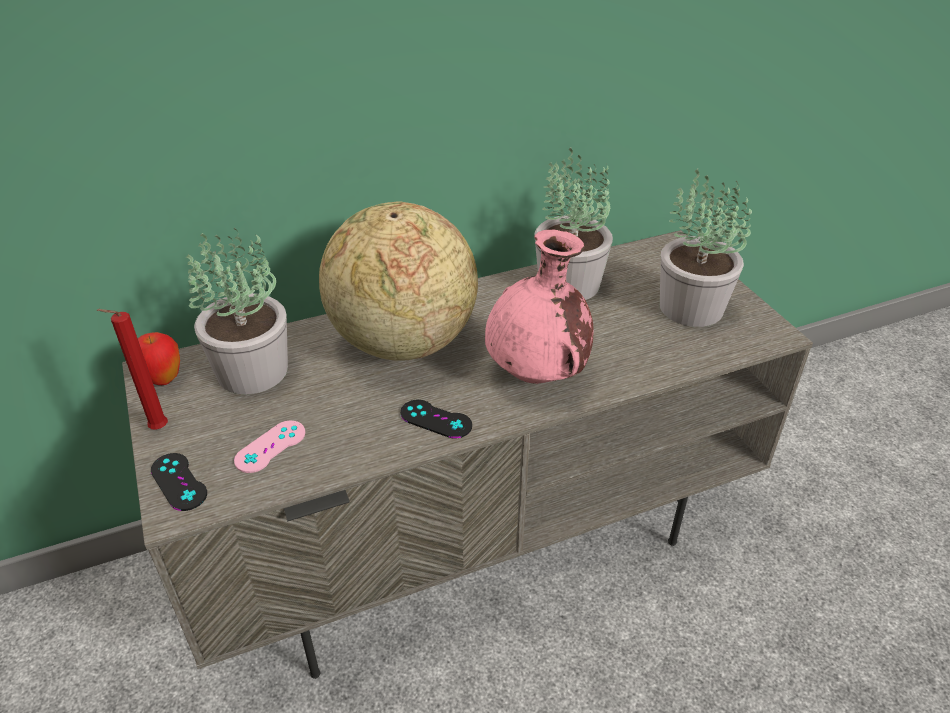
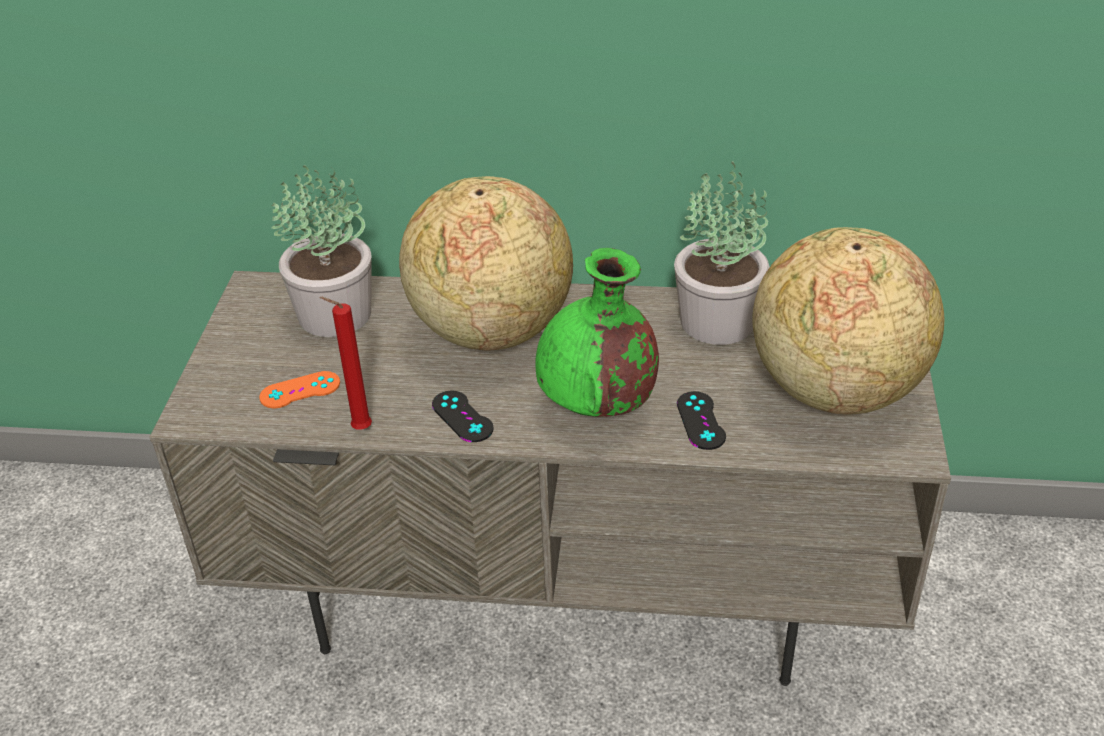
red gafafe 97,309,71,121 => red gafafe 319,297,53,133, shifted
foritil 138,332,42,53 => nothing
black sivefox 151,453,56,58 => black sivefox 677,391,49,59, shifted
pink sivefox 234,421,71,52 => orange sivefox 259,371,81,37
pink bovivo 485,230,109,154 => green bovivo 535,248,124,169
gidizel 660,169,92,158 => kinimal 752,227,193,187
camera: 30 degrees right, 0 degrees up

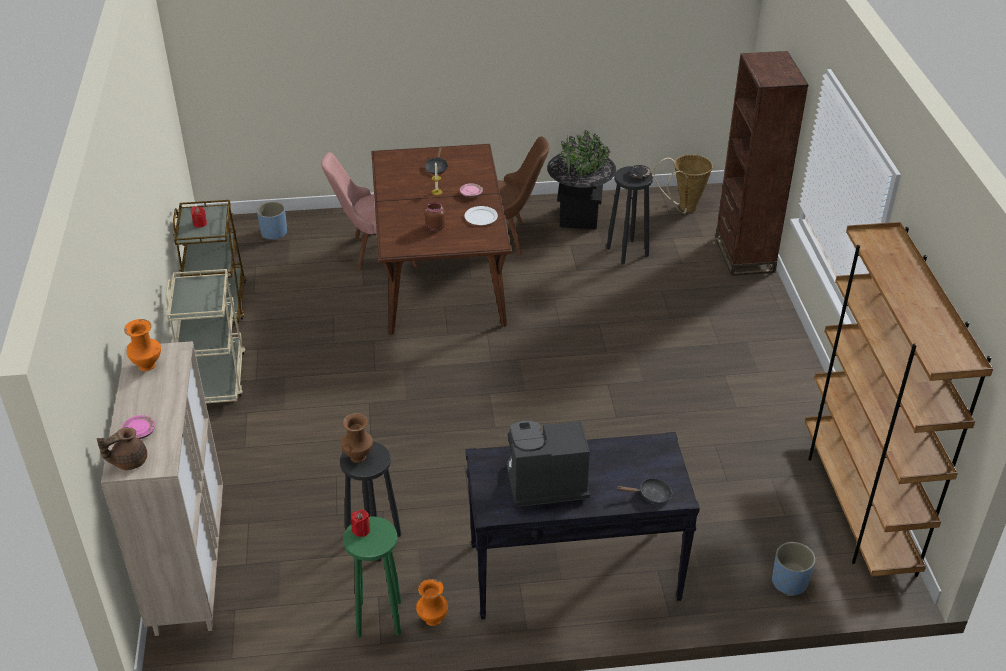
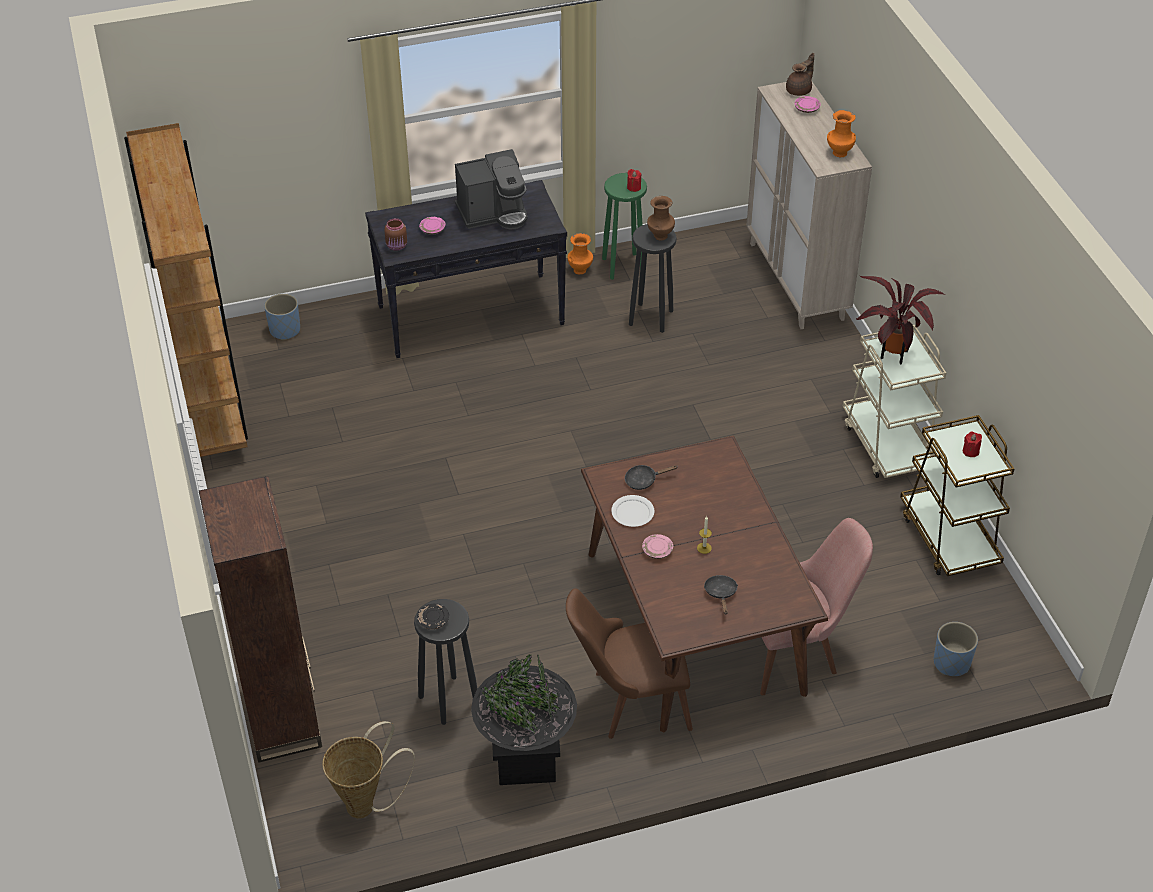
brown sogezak 425,202,20,29 => brown sogezak 384,218,23,33, shifted
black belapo 616,478,56,26 => black belapo 625,465,52,25, shifted
nothing => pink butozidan 419,217,26,18
nothing => gidizel 856,276,89,89
camera: 170 degrees right, 5 degrees up

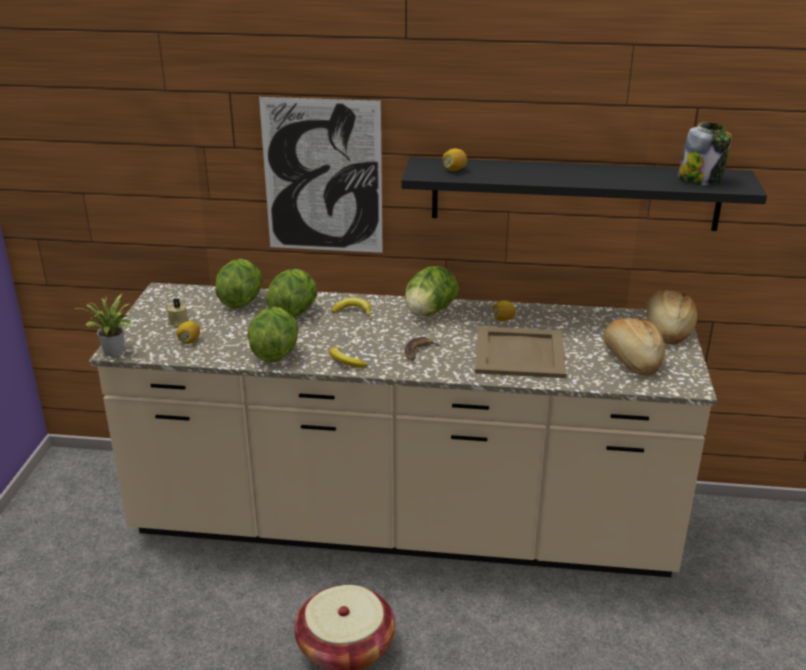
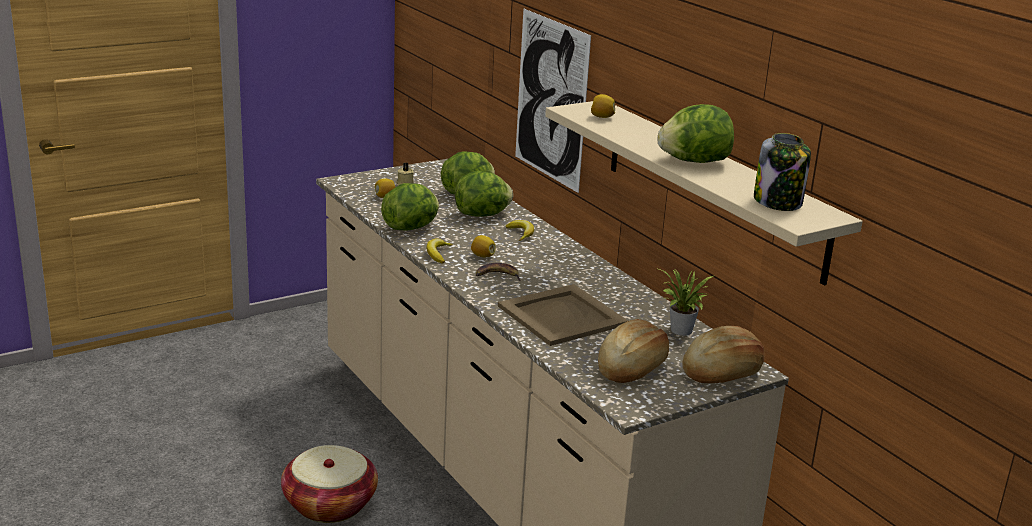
gidizel 75,293,57,63 => gidizel 656,268,57,68, shifted
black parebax 401,157,366,74 => beige parebax 545,101,318,184
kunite 405,266,54,50 => kunite 658,104,76,59, shifted
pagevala 493,301,23,20 => pagevala 471,235,25,22, shifted
camera: 50 degrees right, 5 degrees down

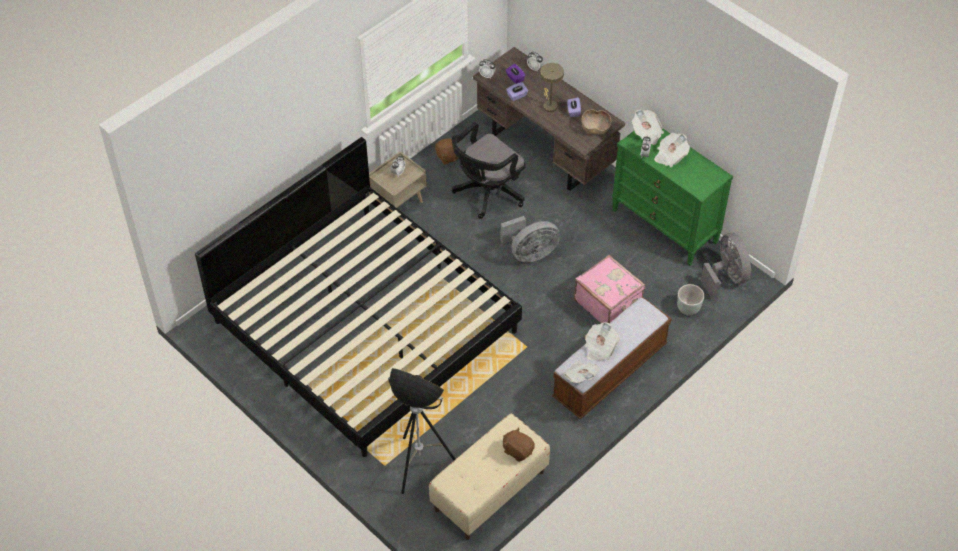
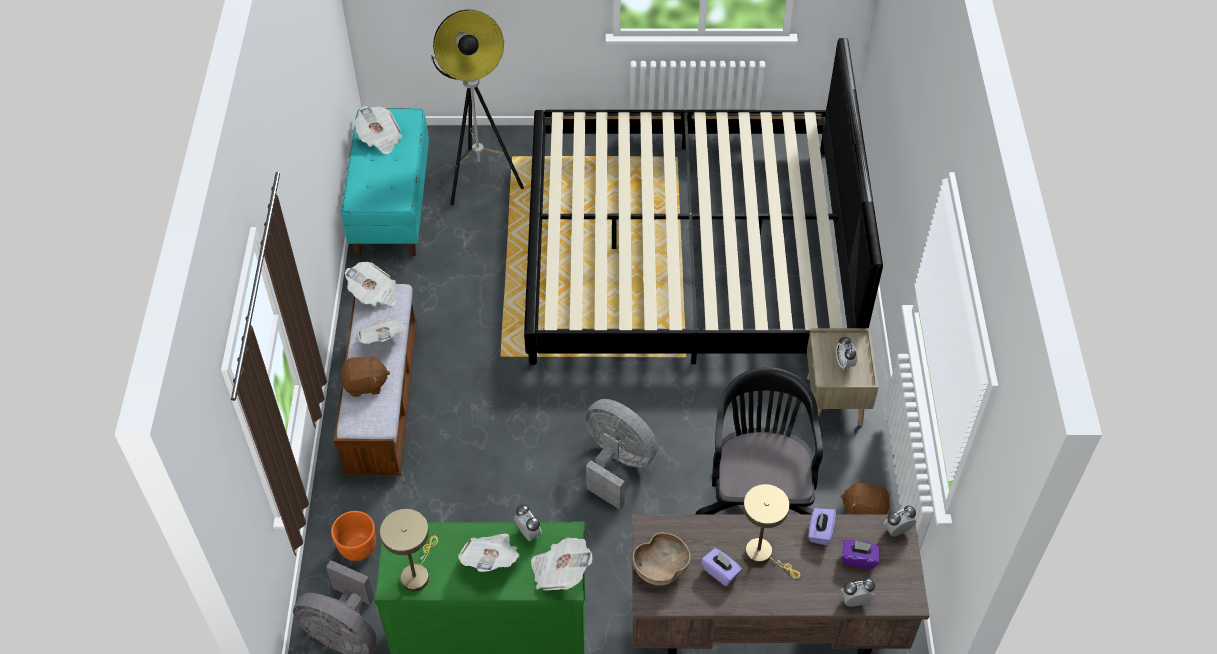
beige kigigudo 429,414,121,126 => turquoise kigigudo 342,108,87,148
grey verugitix 500,216,60,47 => grey verugitix 585,399,73,110, 105 degrees clockwise
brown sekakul 503,427,32,35 => brown sekakul 340,352,50,45, shifted
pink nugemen 574,255,71,68 => nothing
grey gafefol 677,284,27,31 => orange gafefol 331,511,45,50
nothing => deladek 354,106,49,48
nothing => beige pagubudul 380,509,58,82
camera: 135 degrees right, 0 degrees up

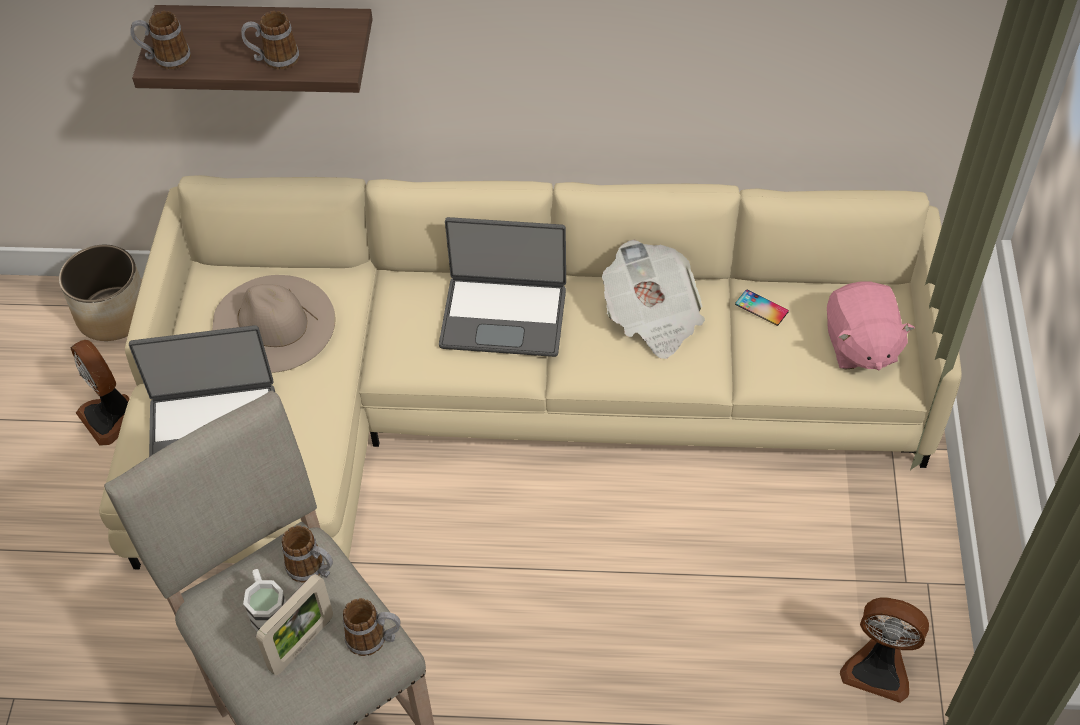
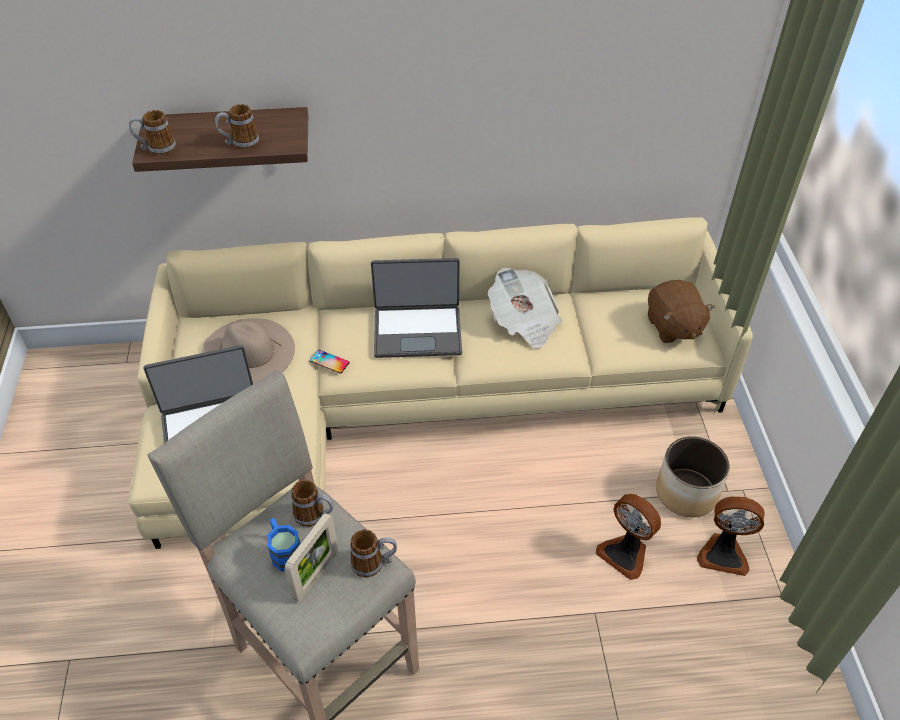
gafefol 59,245,83,96 => gafefol 656,436,74,81, shifted
verugitix 71,340,59,106 => verugitix 596,494,65,86, shifted
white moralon 243,569,43,63 => blue moralon 267,518,33,54
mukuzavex 735,290,54,36 => mukuzavex 310,350,40,24, shifted
pink sekakul 827,281,88,89 => brown sekakul 648,280,67,63
camera: 10 degrees left, 5 degrees down

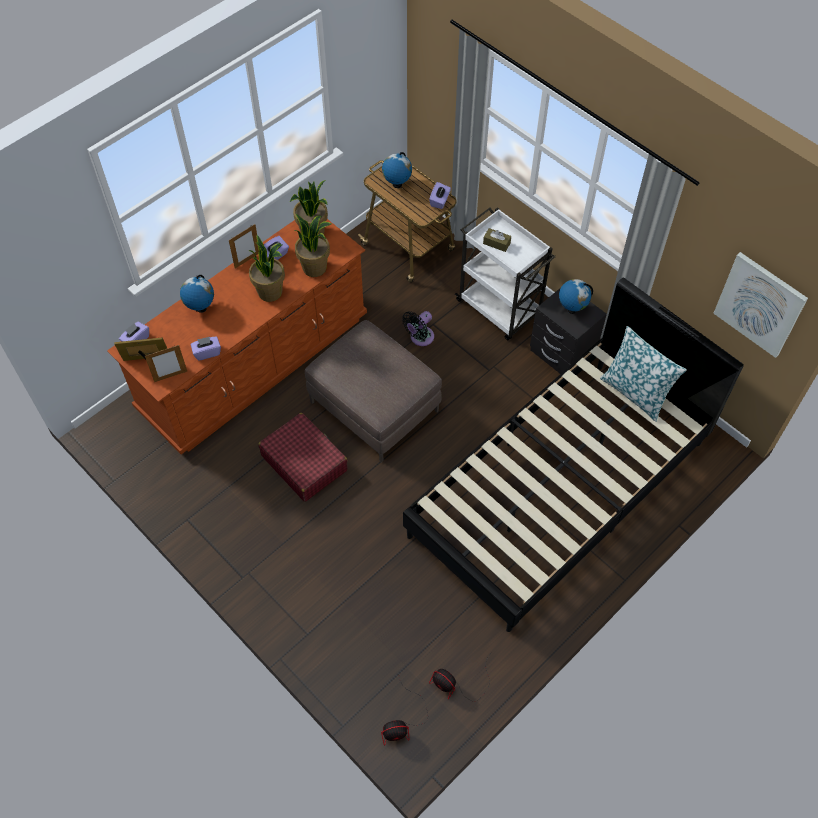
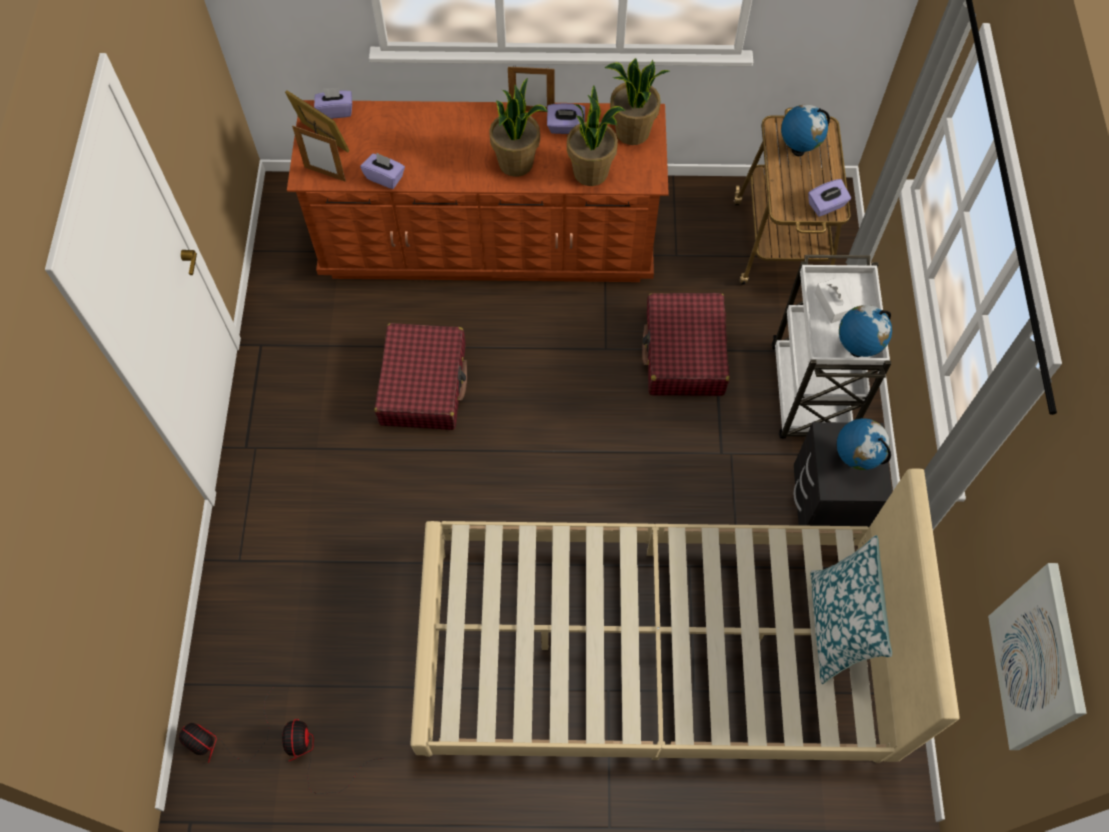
kinimal 180,275,34,38 => kinimal 839,305,53,52, shifted
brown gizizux 305,320,137,143 => nothing
black verugitix 402,311,32,35 => red nugemen 642,293,87,103
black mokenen 403,277,341,355 => beige mokenen 410,469,550,294
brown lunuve 483,228,28,24 => white lunuve 815,278,38,45
camera: 45 degrees right, 5 degrees up

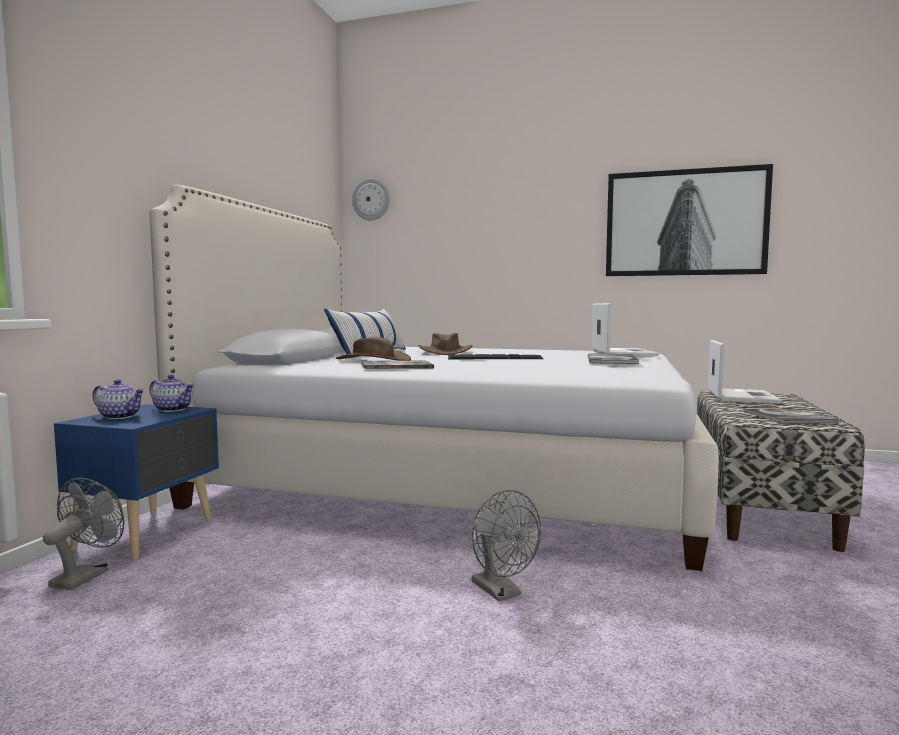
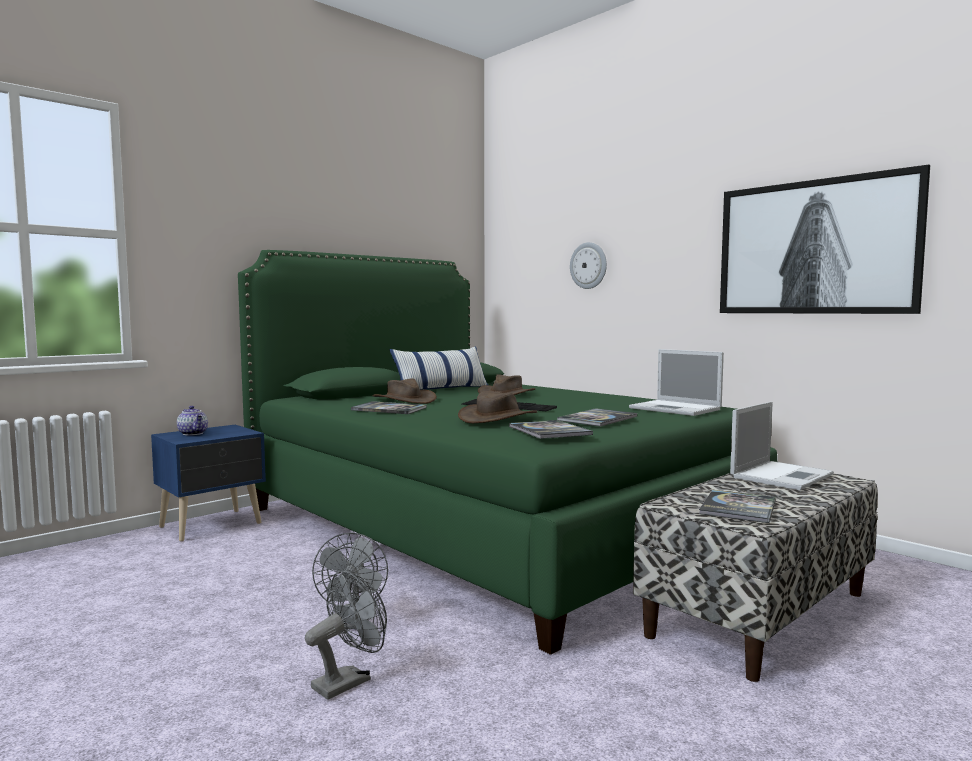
grey verugitix 43,478,81,112 => grey verugitix 305,571,82,129, shifted
white mokenen 150,185,569,386 => green mokenen 238,250,539,405
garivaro 150,375,44,37 => nothing
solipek 352,178,38,42 => solipek 570,242,37,47, shifted
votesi 591,303,68,53 => votesi 629,349,95,67, 105 degrees clockwise
nothing => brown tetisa 458,391,79,32
nothing => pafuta 509,420,84,19
camera: 30 degrees right, 0 degrees up

